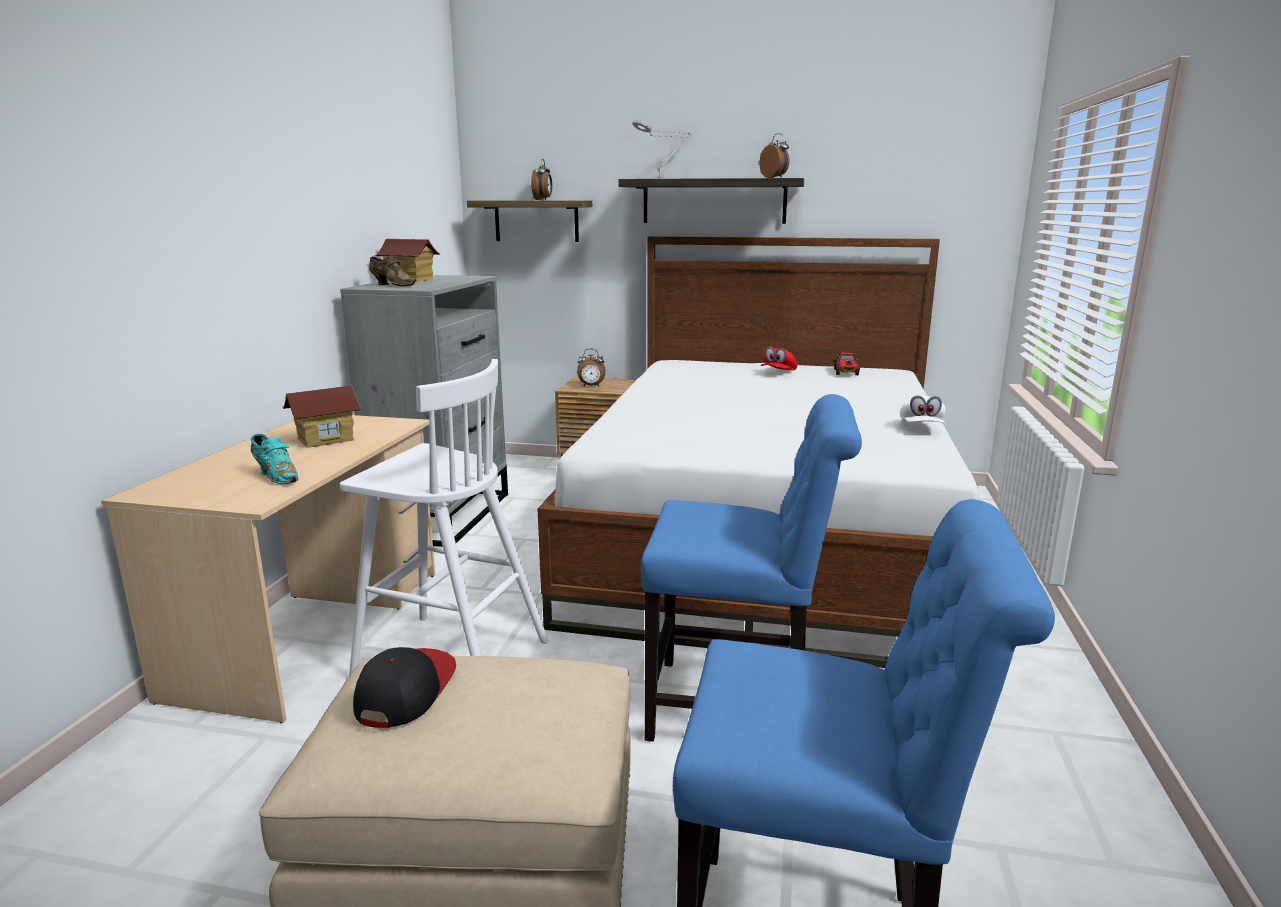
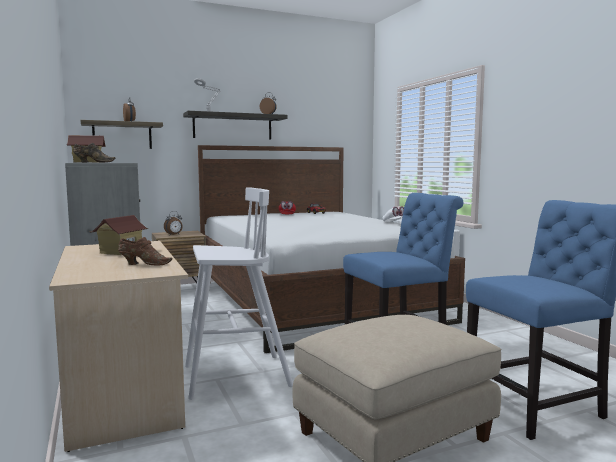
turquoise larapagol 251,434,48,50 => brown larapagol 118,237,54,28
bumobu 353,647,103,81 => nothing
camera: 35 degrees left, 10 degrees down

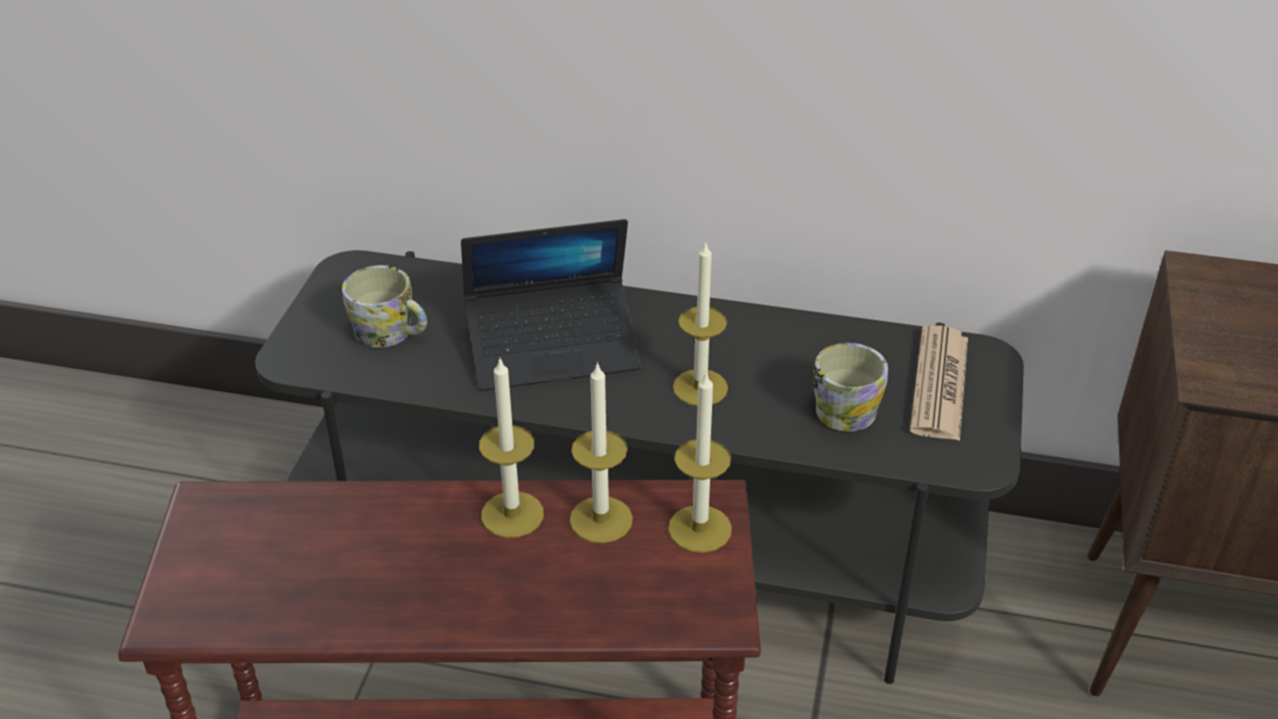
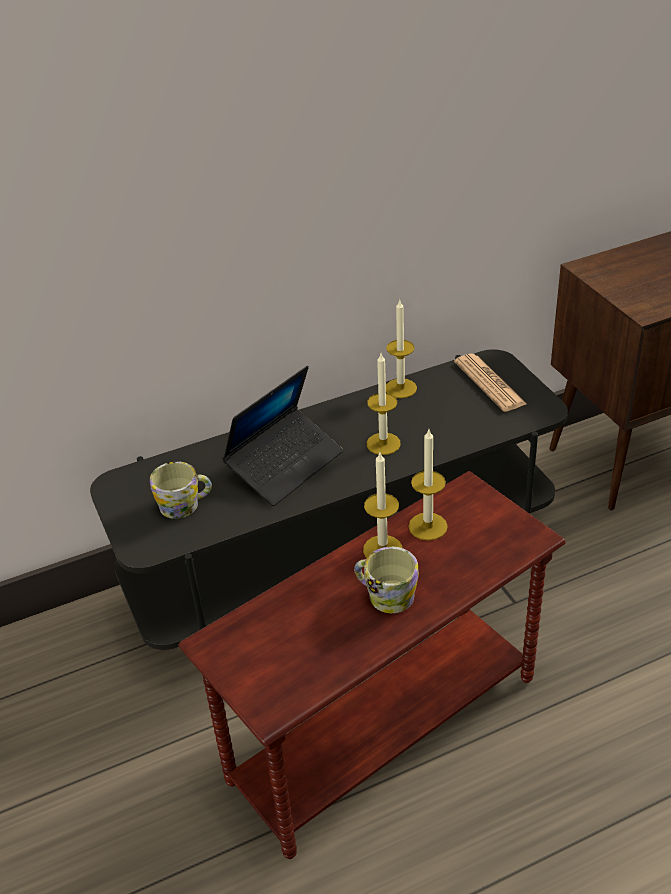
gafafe 668,371,64,182 => gafafe 386,300,31,98, shifted
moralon 814,343,74,89 => moralon 354,547,65,66, shifted
camera: 35 degrees left, 0 degrees up

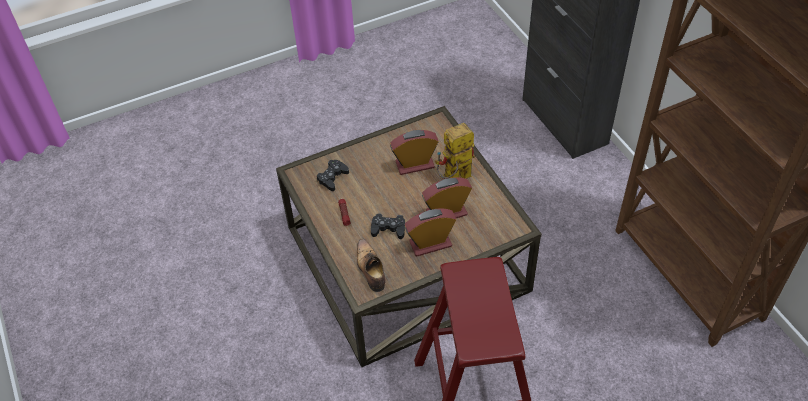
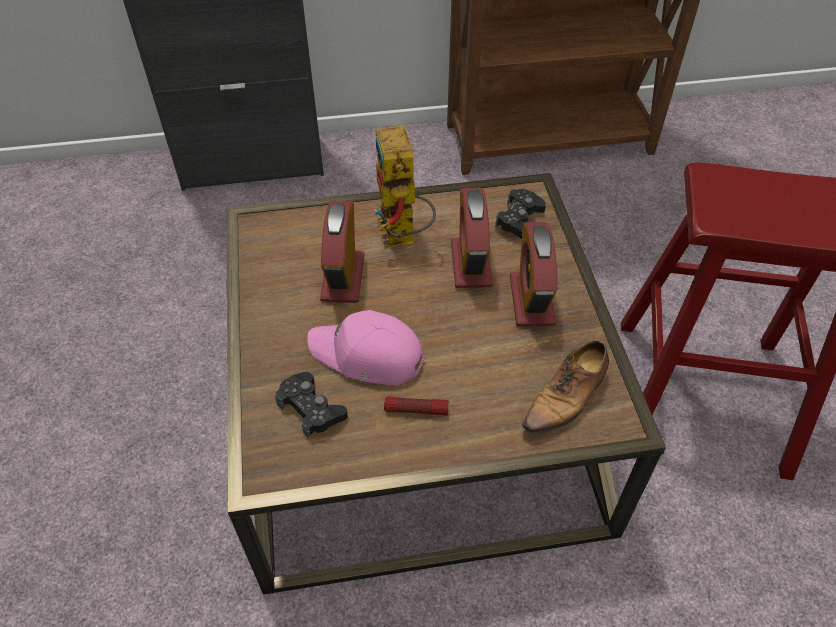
larapagol 357,239,28,53 => larapagol 522,340,87,99, 45 degrees counterclockwise
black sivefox 371,213,34,26 => black sivefox 495,189,51,50, shifted
nothing => pink bumobu 307,310,118,75
camera: 75 degrees left, 0 degrees up

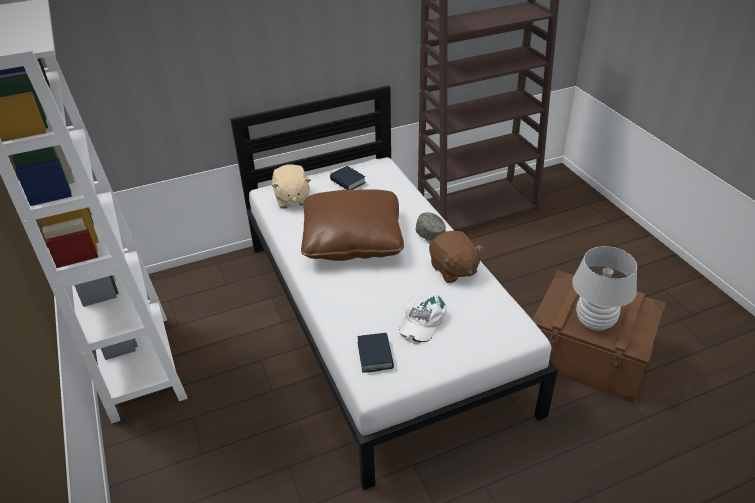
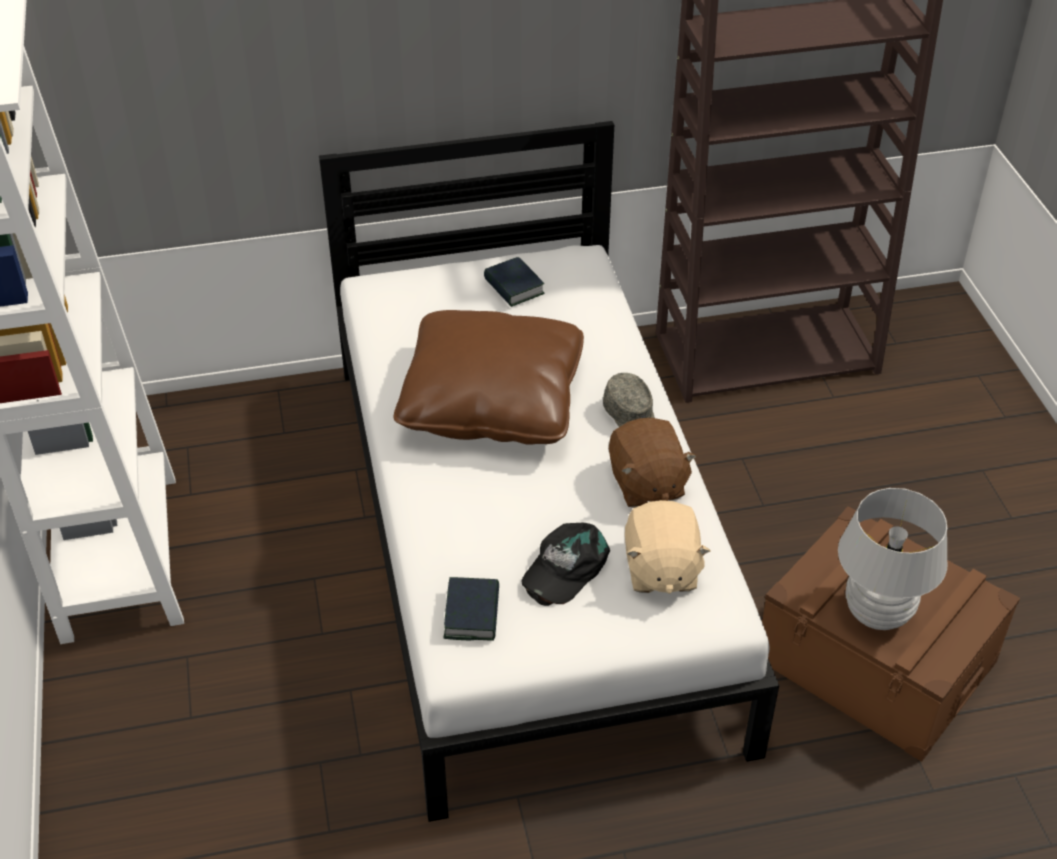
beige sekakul 272,164,39,44 => beige sekakul 625,500,86,94, shifted
white bumobu 399,293,48,51 => black bumobu 521,523,89,83
camera: 10 degrees right, 5 degrees up

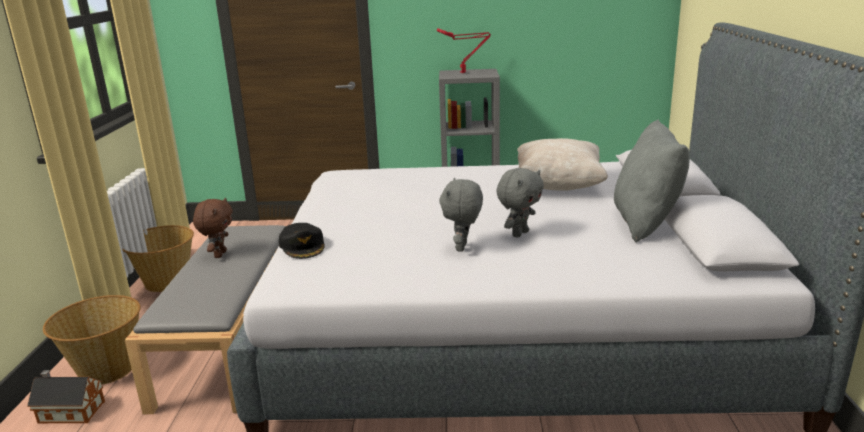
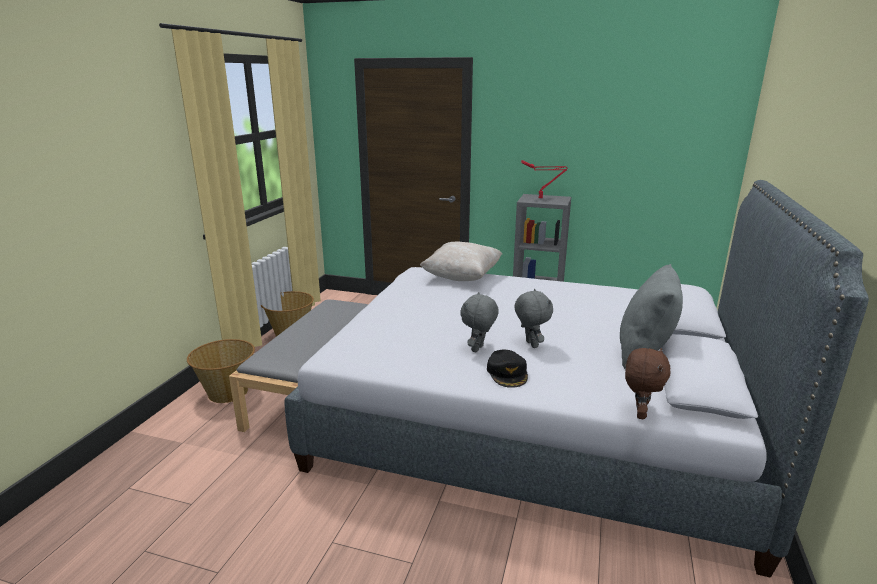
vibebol 27,370,78,53 => nothing
brown sekakul 193,198,40,60 => brown sekakul 625,348,46,71, shifted
black bumobu 279,223,46,36 => black bumobu 487,350,41,38, shifted
grey sekakul 496,168,48,70 => grey sekakul 514,289,39,59, 75 degrees counterclockwise
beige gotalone 517,138,91,53 => beige gotalone 420,242,82,39, shifted
camera: 15 degrees right, 0 degrees up

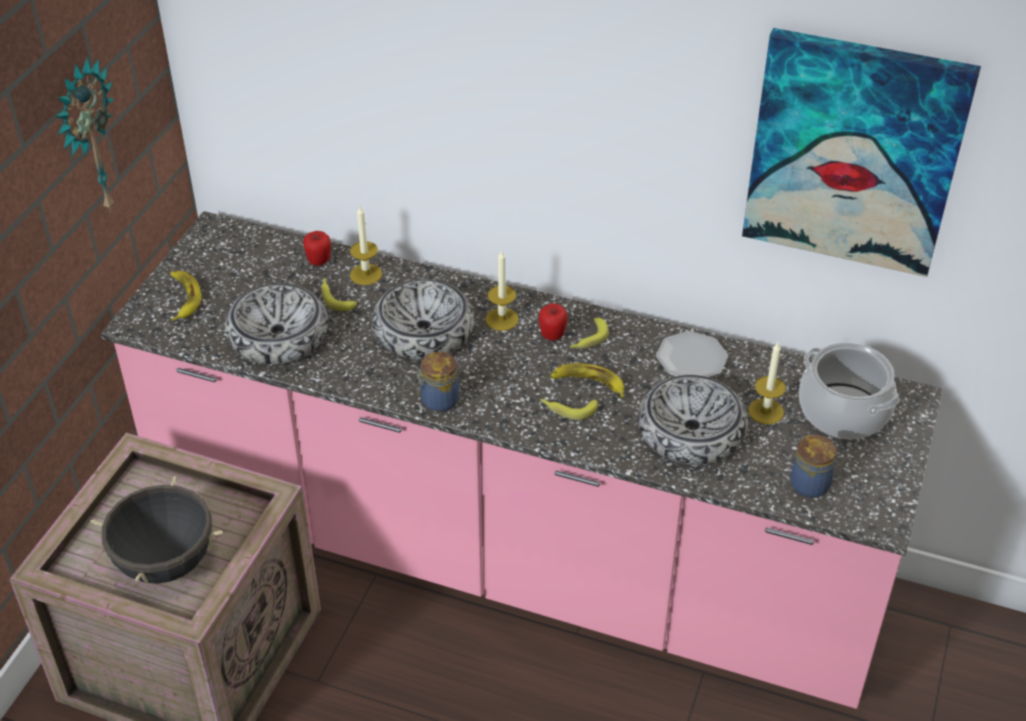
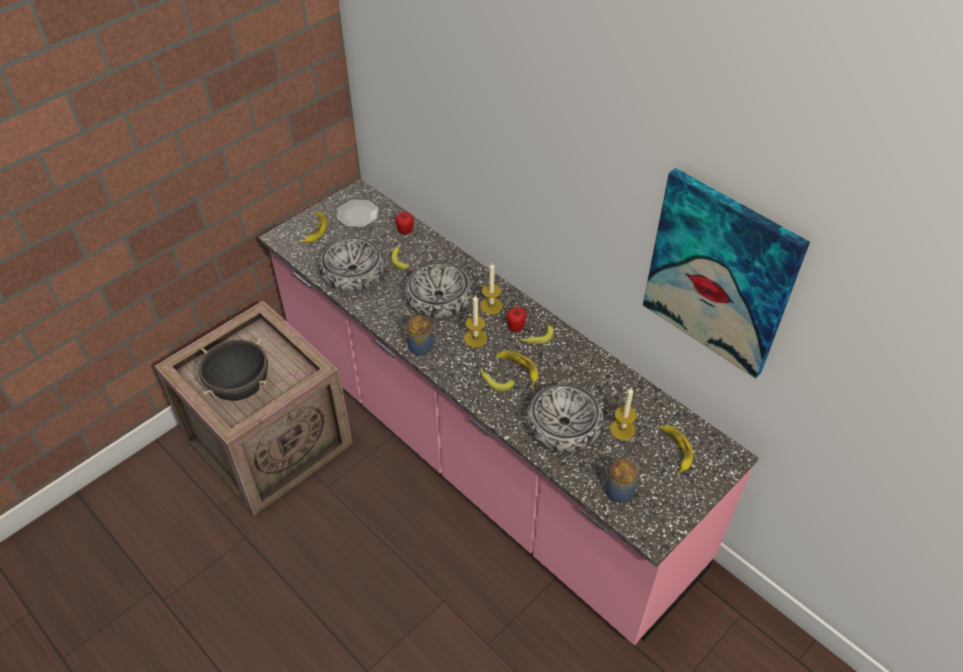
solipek 55,57,59,155 => nothing
gafafe 350,206,32,79 => gafafe 464,295,23,52, shifted
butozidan 656,331,72,47 => butozidan 337,200,42,27, shifted
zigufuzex 799,342,100,97 => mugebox 660,425,34,49
camera: 25 degrees right, 5 degrees up

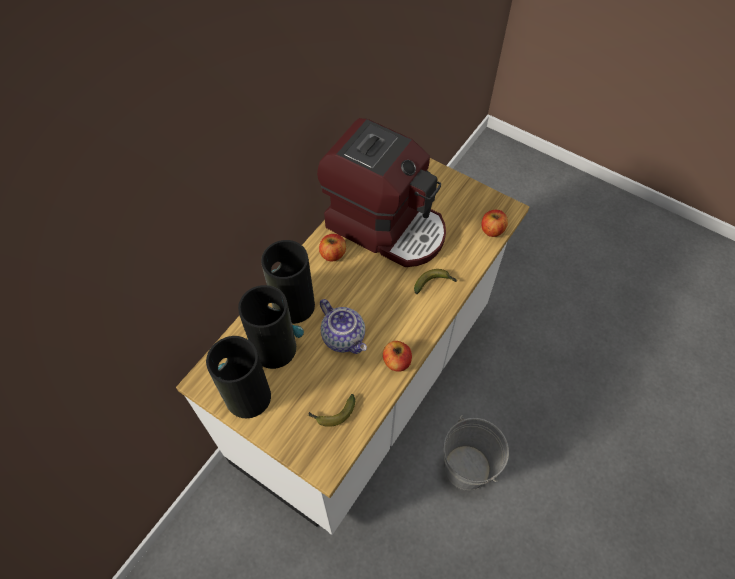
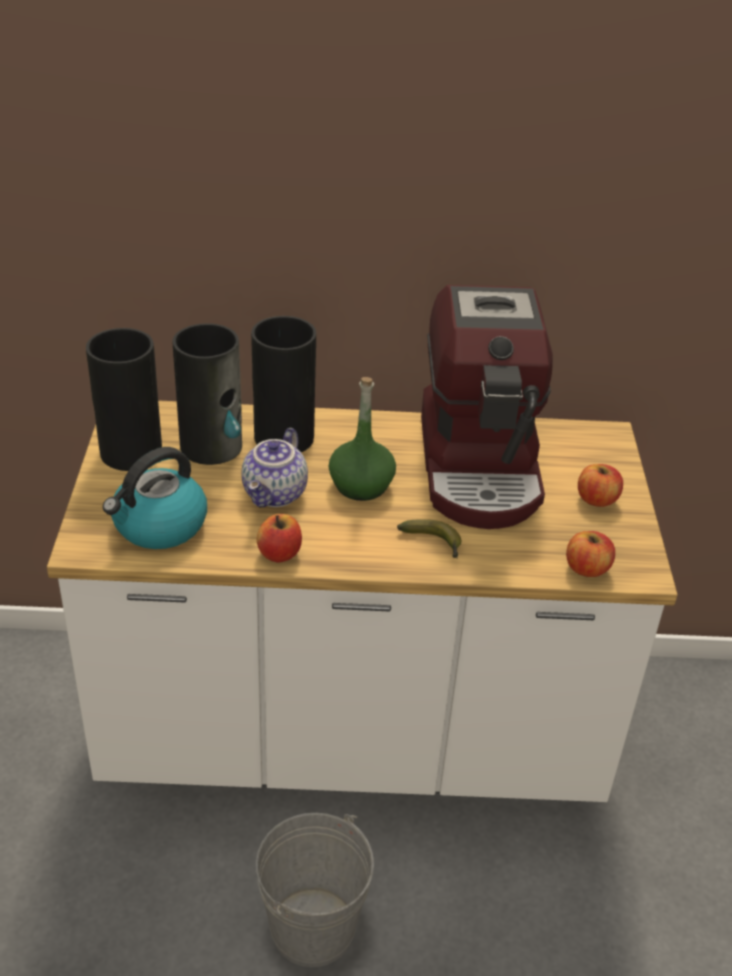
mugebox 308,394,47,33 => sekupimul 103,447,104,102
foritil 319,234,27,27 => foritil 578,464,45,43, shifted
nothing => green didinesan 329,377,67,124
camera: 55 degrees right, 20 degrees down

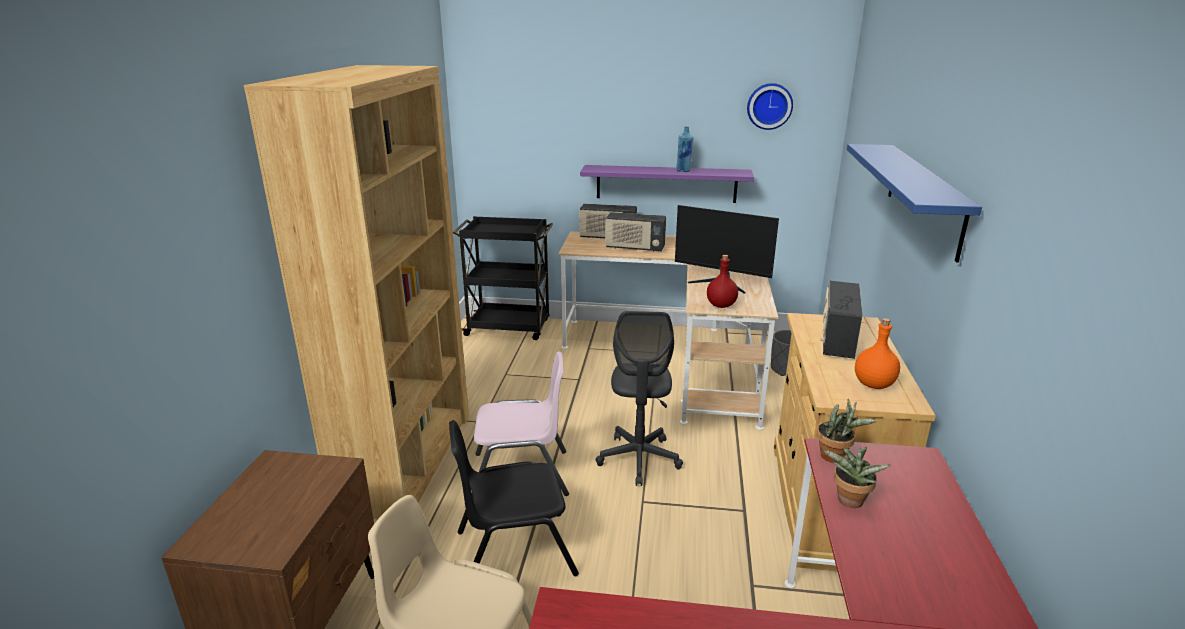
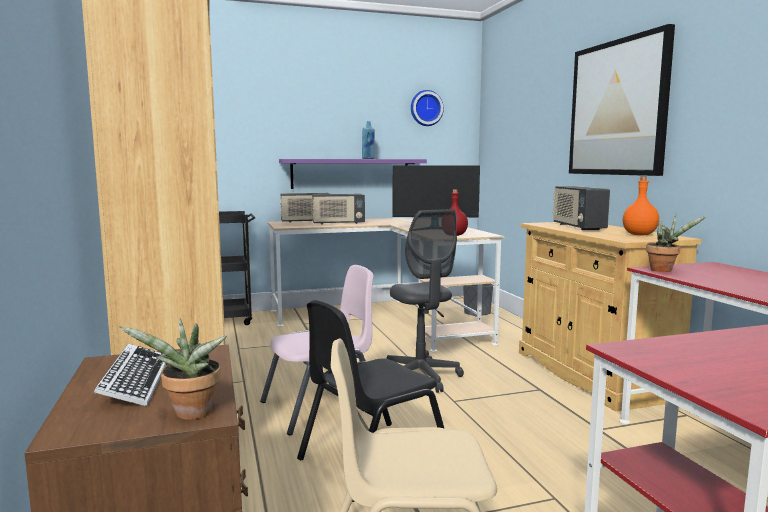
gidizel 822,447,69,61 => gidizel 119,318,108,102, shifted
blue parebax 847,144,135,119 => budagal 569,24,106,152
nothing => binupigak 94,344,73,62
camera: 25 degrees left, 15 degrees down

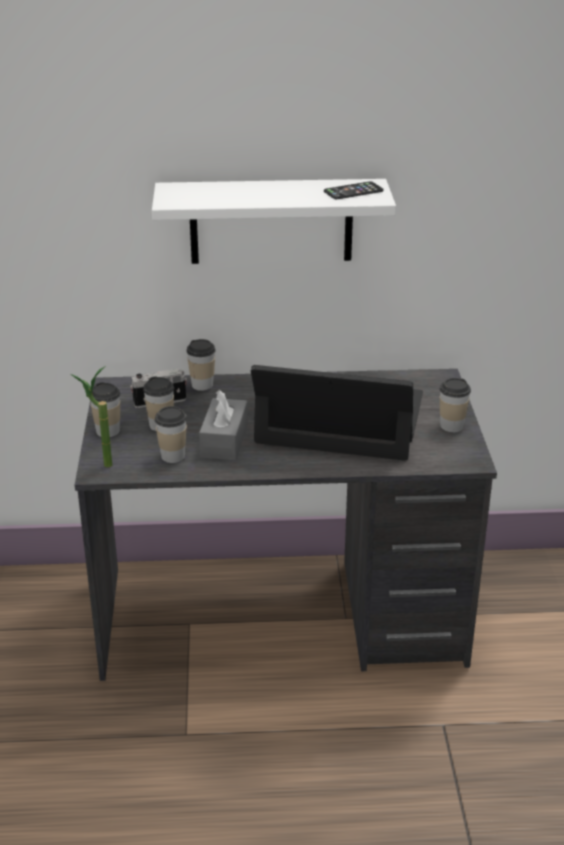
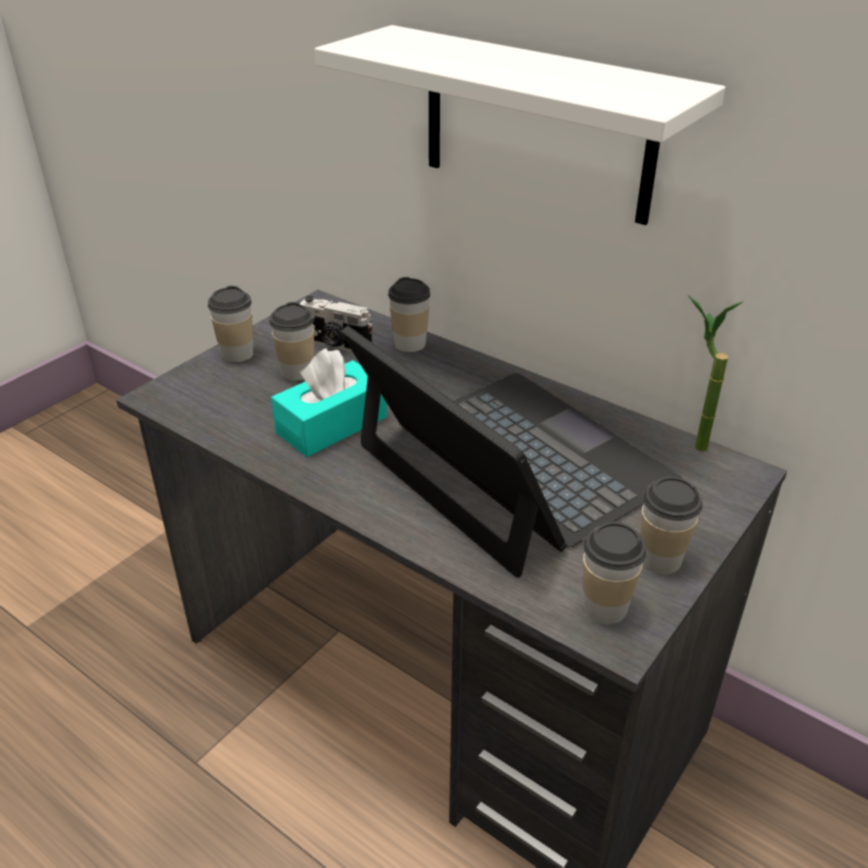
gidizel 69,367,43,100 => gidizel 687,294,57,158, shifted
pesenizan 154,406,33,57 => pesenizan 583,522,64,102, shifted
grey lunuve 199,390,49,71 => turquoise lunuve 271,348,116,109
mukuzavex 324,181,60,18 => nothing
camera: 40 degrees right, 5 degrees up

